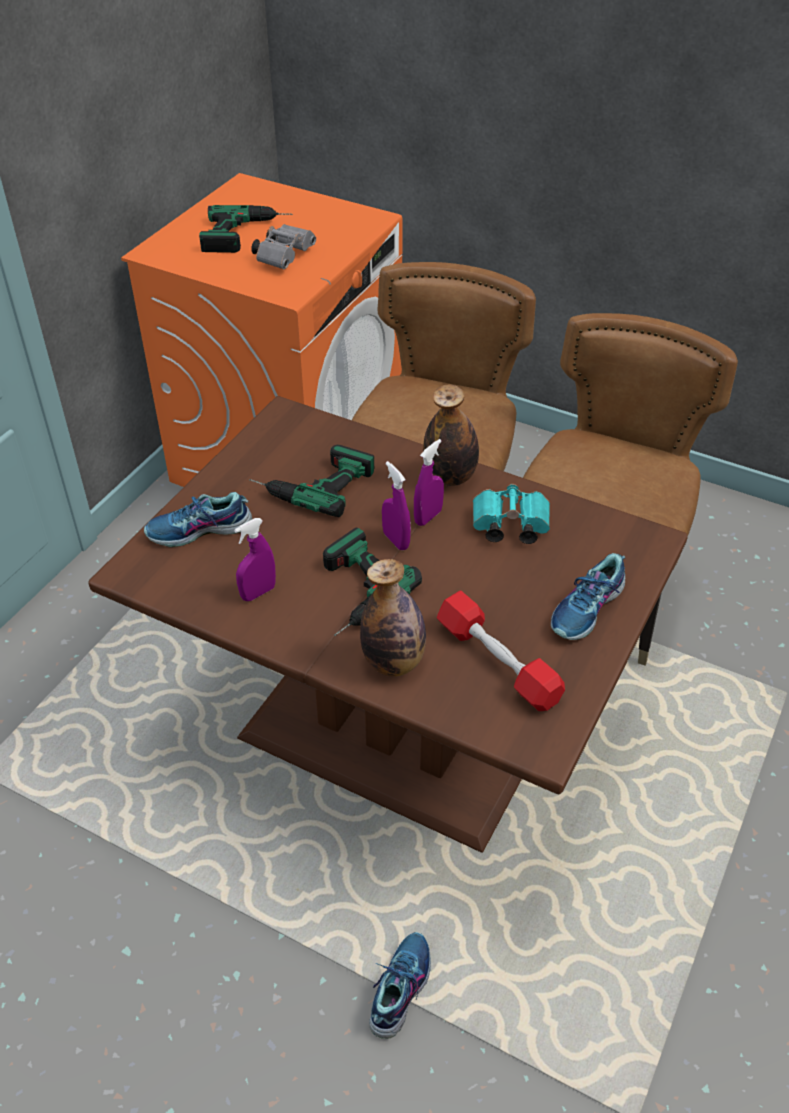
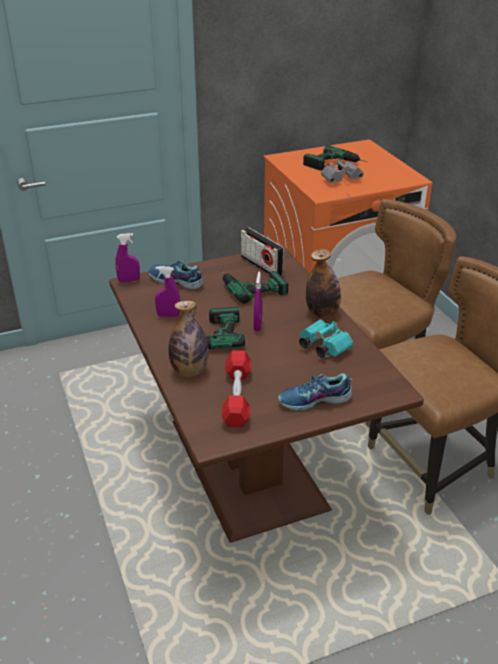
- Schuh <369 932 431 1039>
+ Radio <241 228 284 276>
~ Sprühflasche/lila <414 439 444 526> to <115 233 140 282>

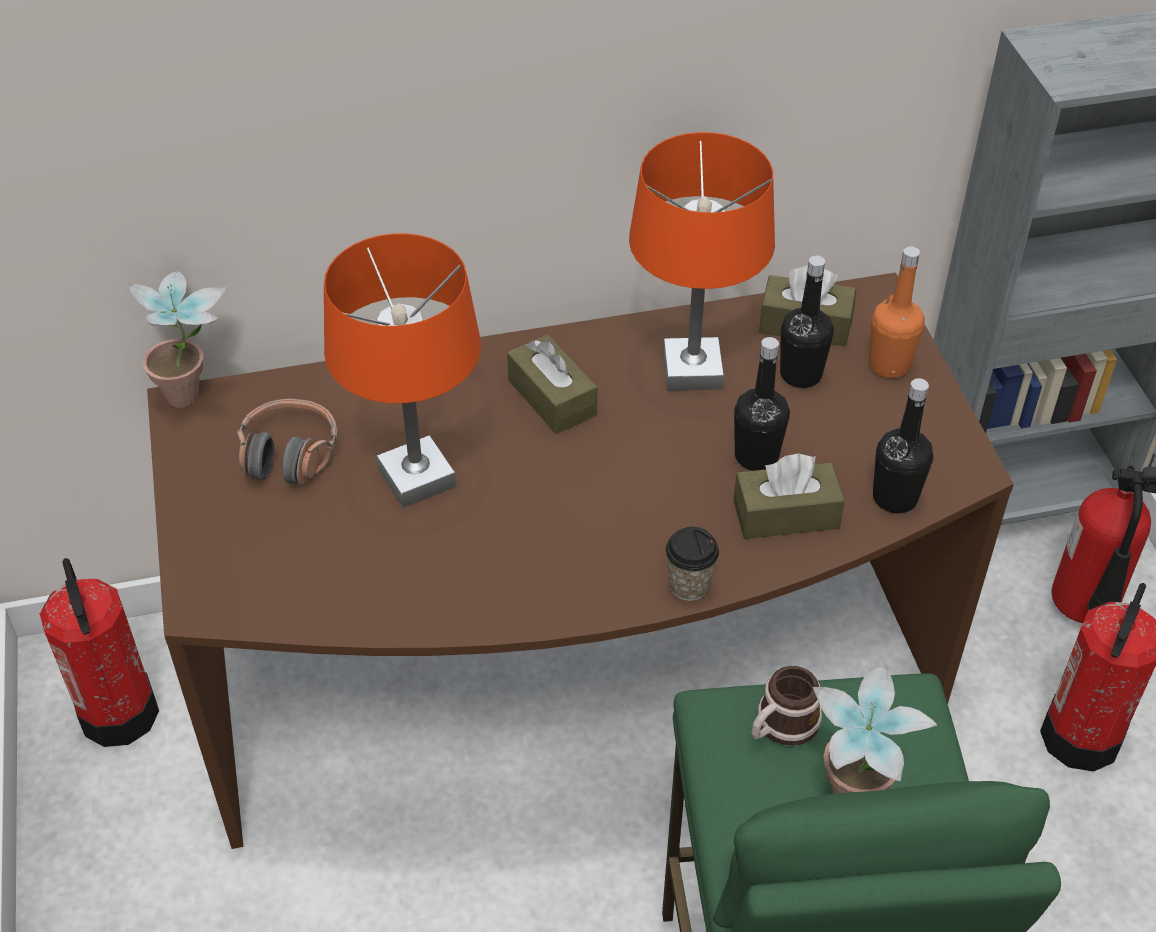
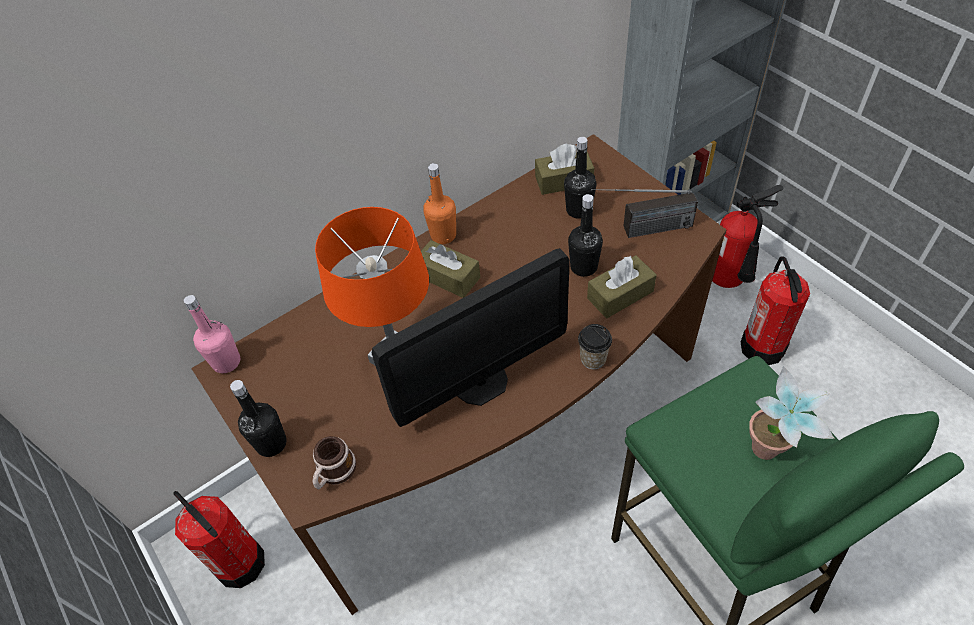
- Kopfhörer <237 399 338 486>
- Tischlampe/orange <629 132 775 391>
+ Monitor <372 248 570 427>
+ Radio <591 189 698 238>
~ Henkelbecher <751 666 822 746> to <313 436 356 489>
~ Flasche/orange <869 246 925 378> to <423 163 456 244>
~ Flasche/schwarz <873 378 933 513> to <230 380 287 457>
~ Topfpflanze <124 271 227 408> to Flasche/rosa <184 295 240 373>

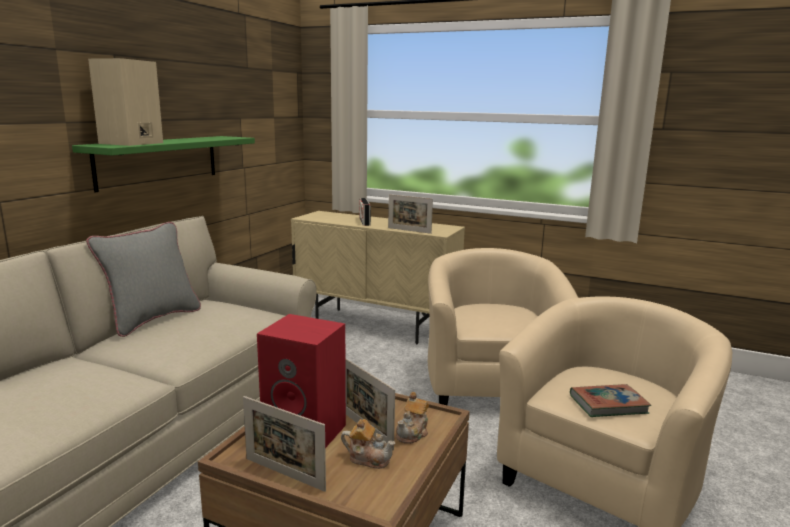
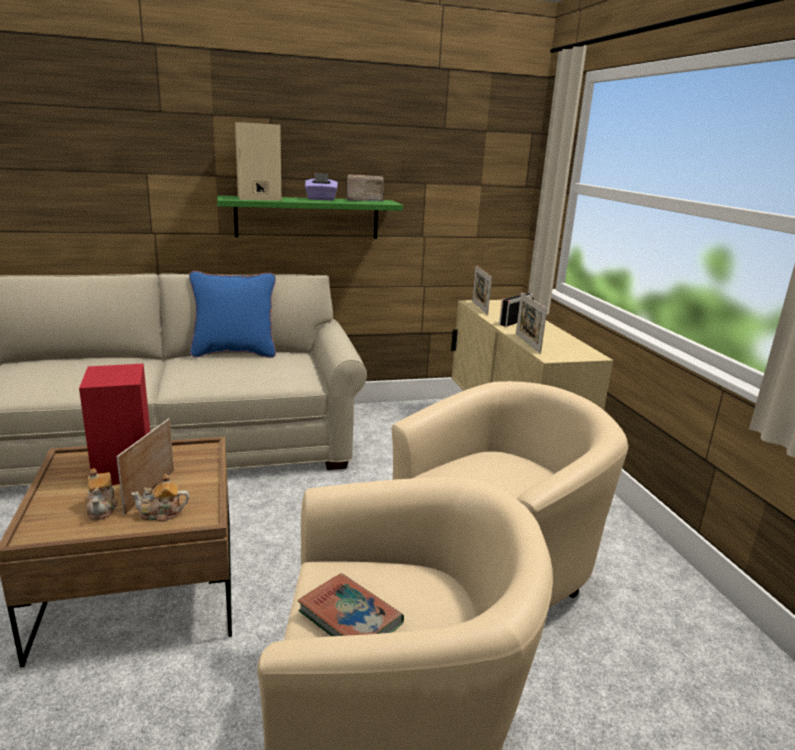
+ Taschentuchbox/lila <305 173 338 200>
+ Radio <346 174 384 201>
~ Bilderrahmen <243 396 326 492> to <472 266 492 315>
~ Kissen/grau <86 222 201 337> to Kissen/blau <189 271 276 358>

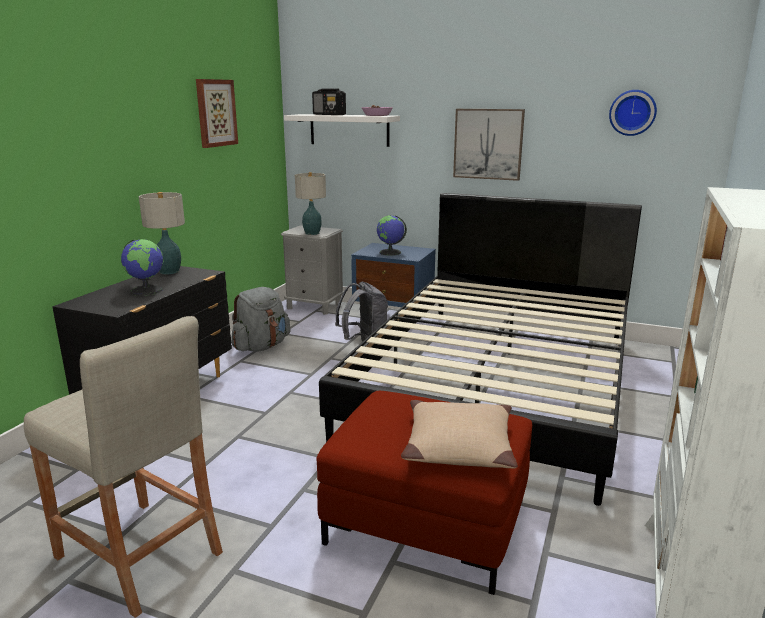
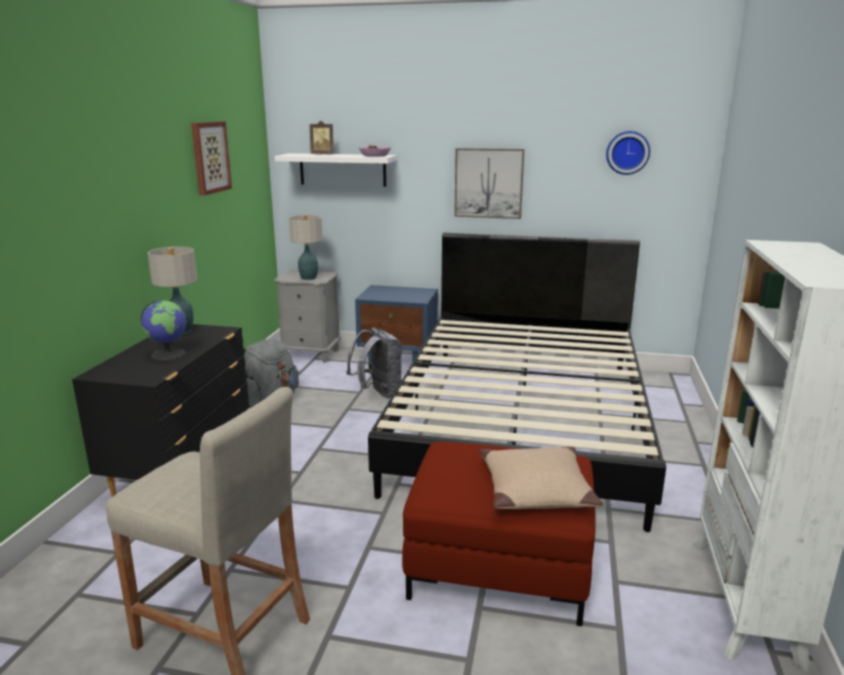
- Globus <377 215 407 256>
~ Radio <312 88 346 115> to Bilderrahmen <310 121 334 154>

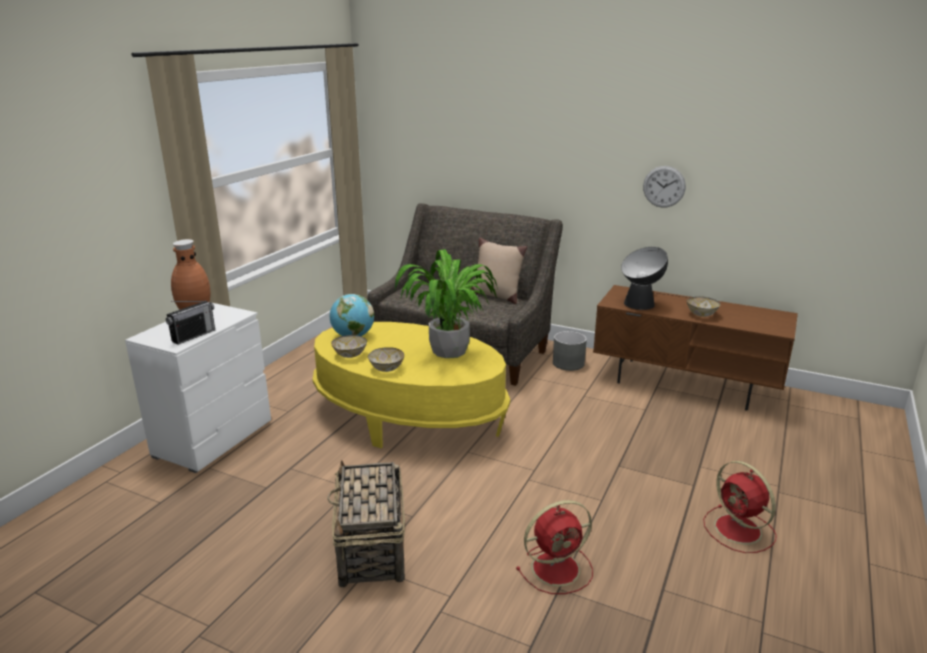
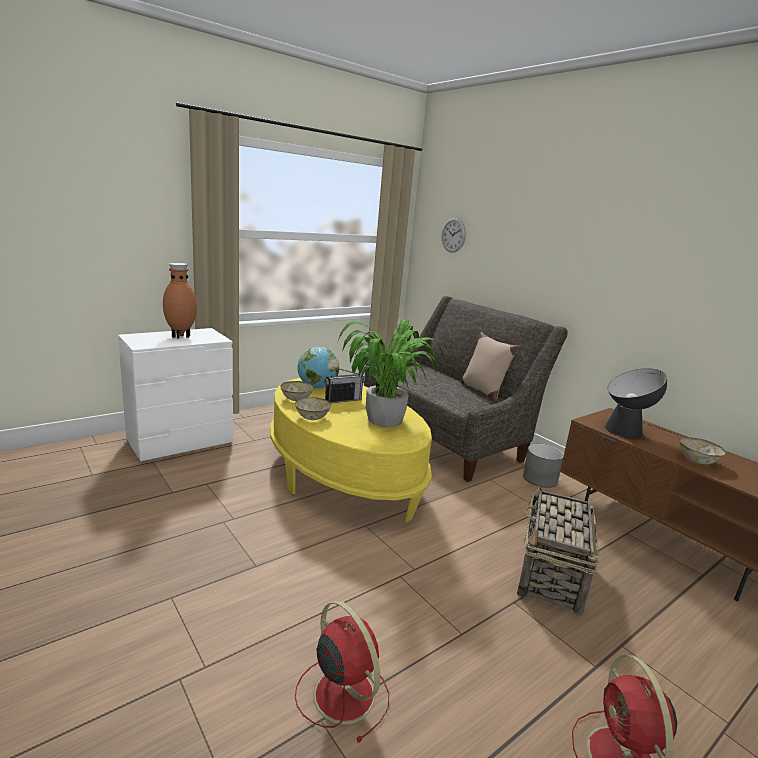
~ Radio <166 301 215 345> to <324 367 365 403>
~ Korb <327 460 405 587> to <517 485 599 615>
~ Wanduhr <643 166 686 208> to <441 218 466 253>
~ Ventilator/rot <516 500 593 594> = <295 600 389 743> 135 degrees counterclockwise

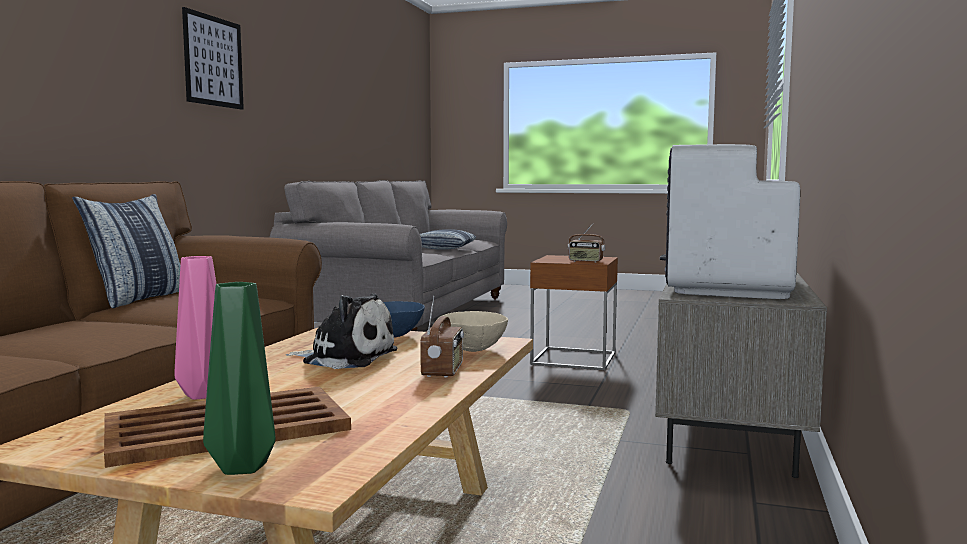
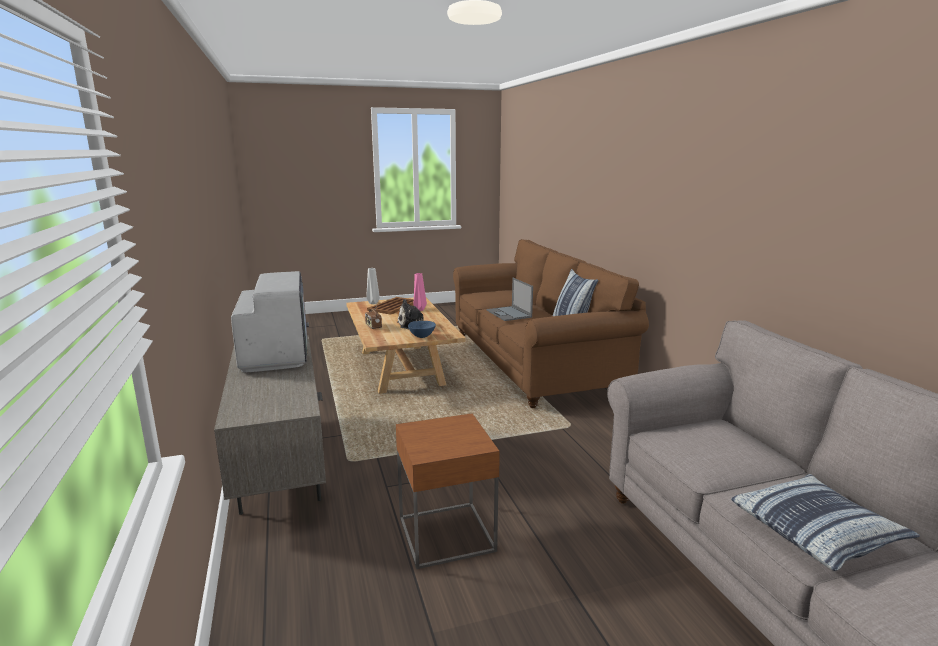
- Bild <182 7 244 110>
- Schüssel/beige <438 311 508 352>
- Radio <568 223 605 262>
+ Laptop <486 278 533 321>
~ Vase/grün <203 282 276 475> to Vase/grau <366 268 380 304>

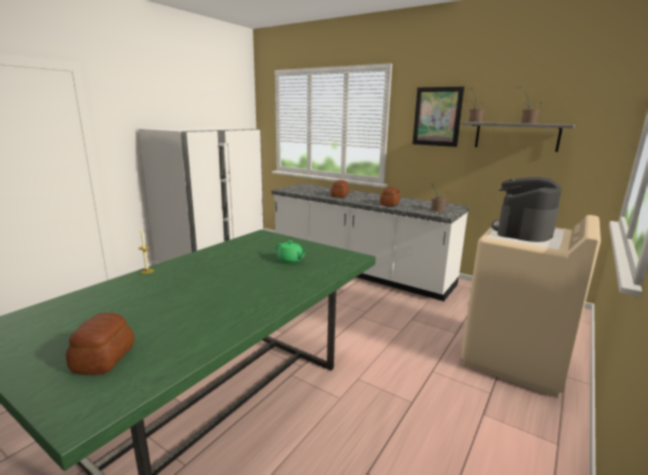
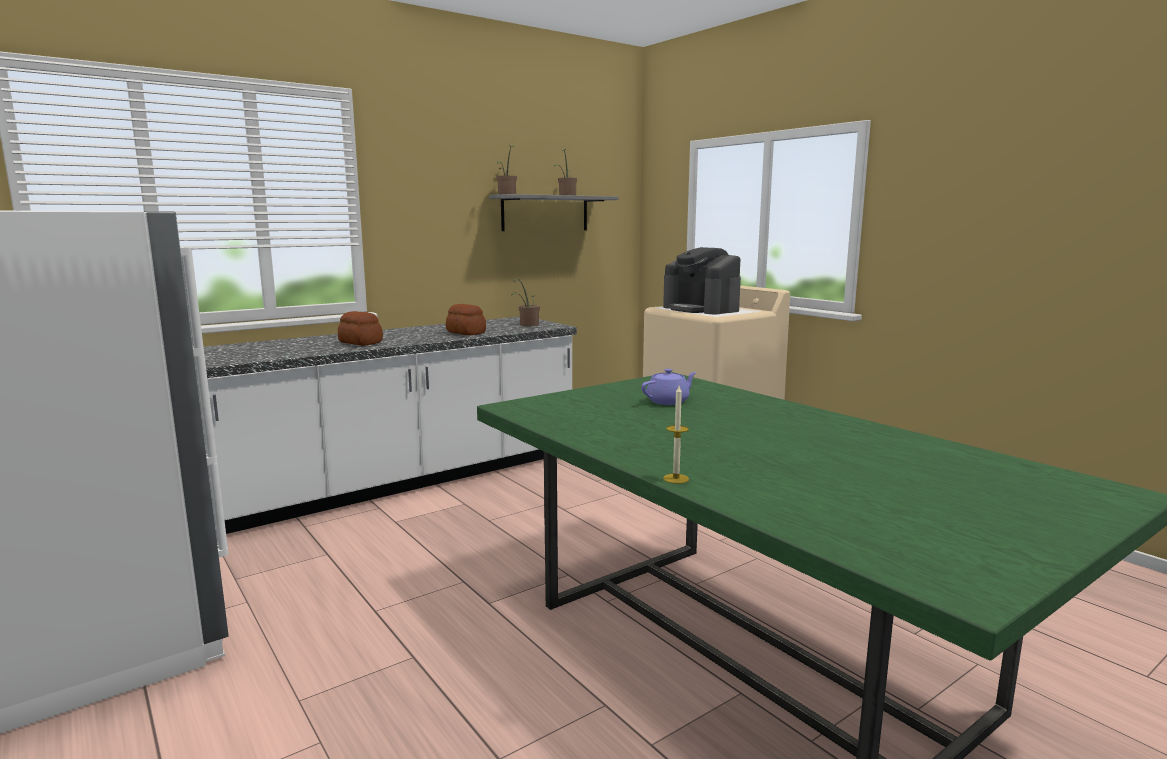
- Brot <66 313 134 375>
- Bild <413 87 464 147>
~ Teekanne/grün <276 240 307 263> to Teekanne/lila <641 369 697 405>

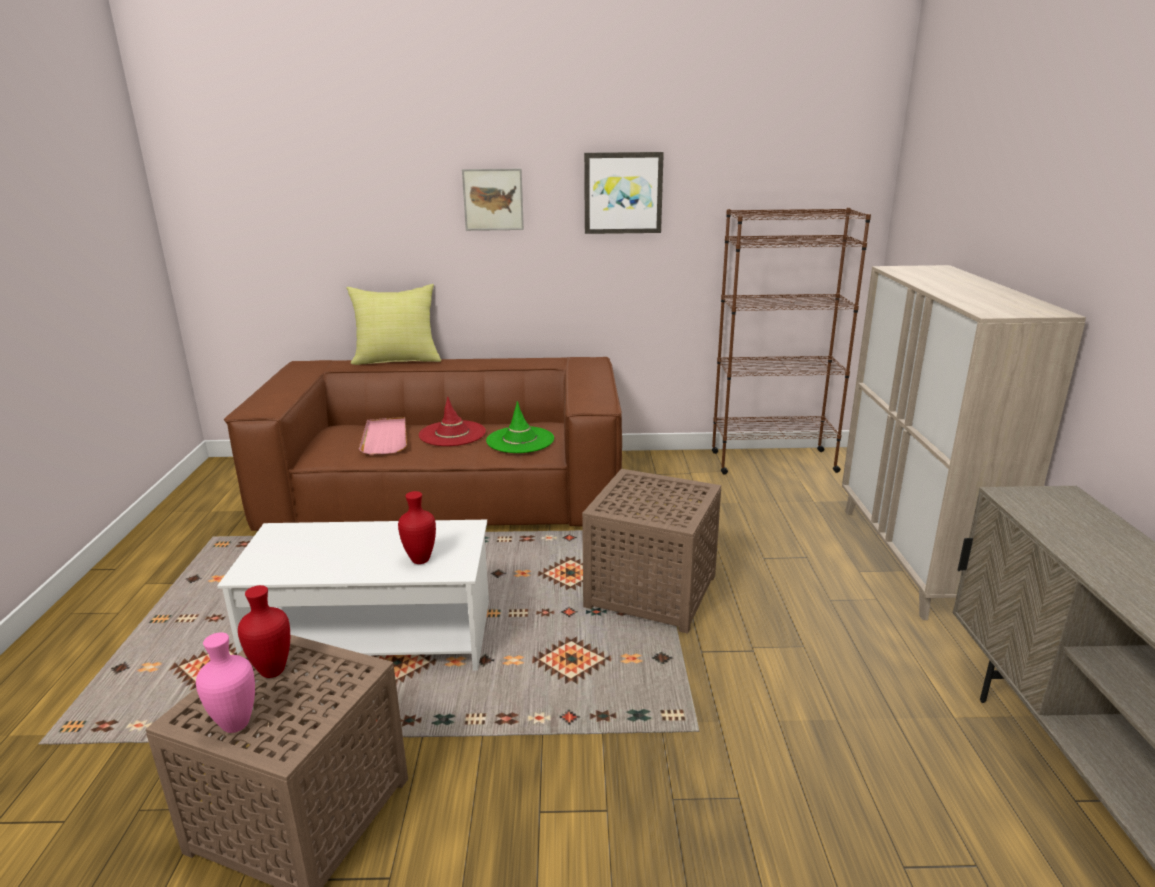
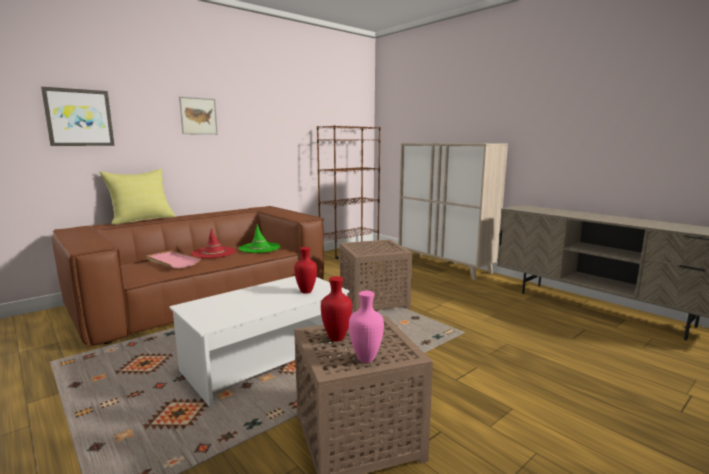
~ Bild <584 152 664 234> to <41 87 115 146>

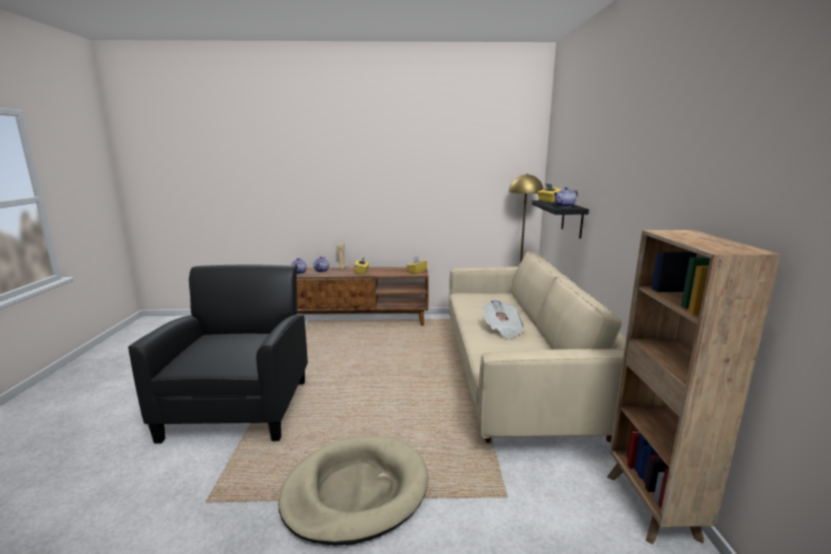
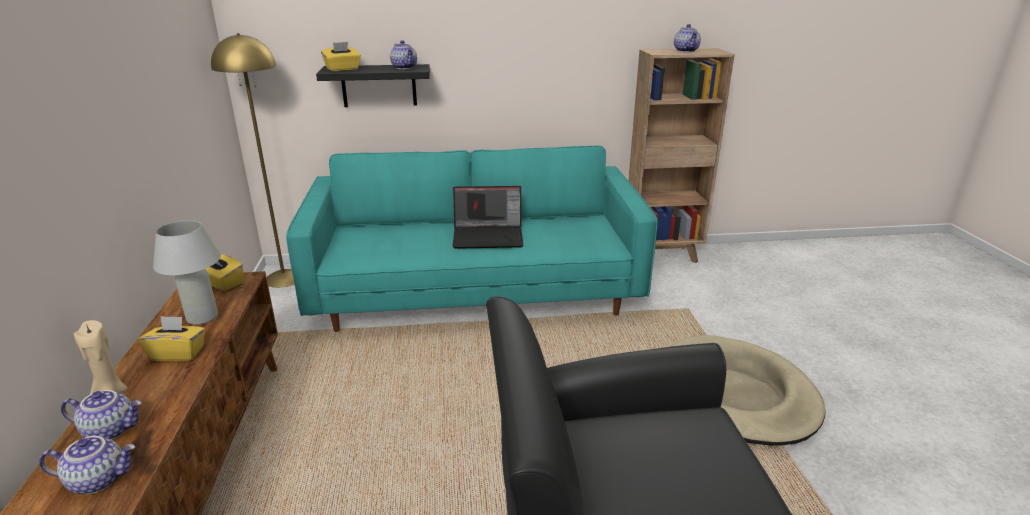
+ Tischlampe/weiß <153 220 221 325>
+ Teekanne <674 24 701 52>
~ Zeitung <483 300 525 339> to Laptop <452 186 523 249>
~ Sofa/beige <449 251 626 443> to Sofa/türkis <286 146 658 332>

